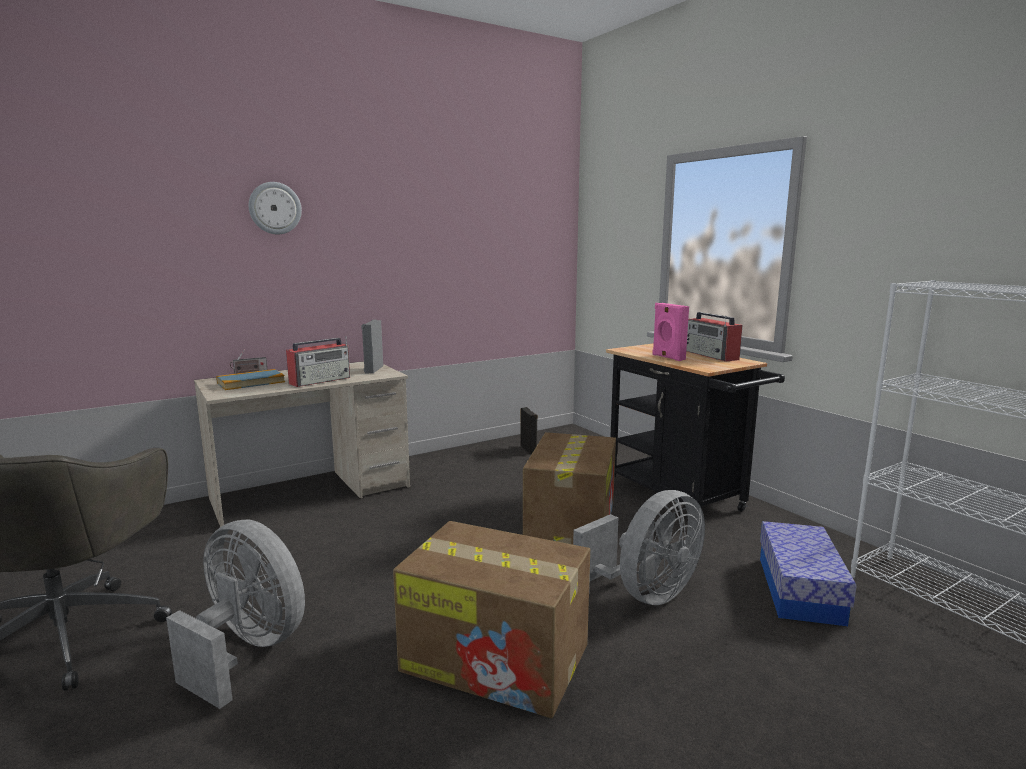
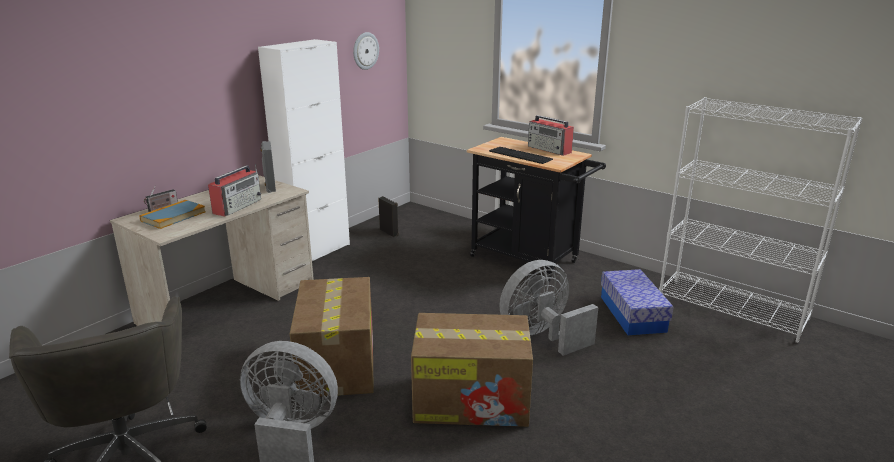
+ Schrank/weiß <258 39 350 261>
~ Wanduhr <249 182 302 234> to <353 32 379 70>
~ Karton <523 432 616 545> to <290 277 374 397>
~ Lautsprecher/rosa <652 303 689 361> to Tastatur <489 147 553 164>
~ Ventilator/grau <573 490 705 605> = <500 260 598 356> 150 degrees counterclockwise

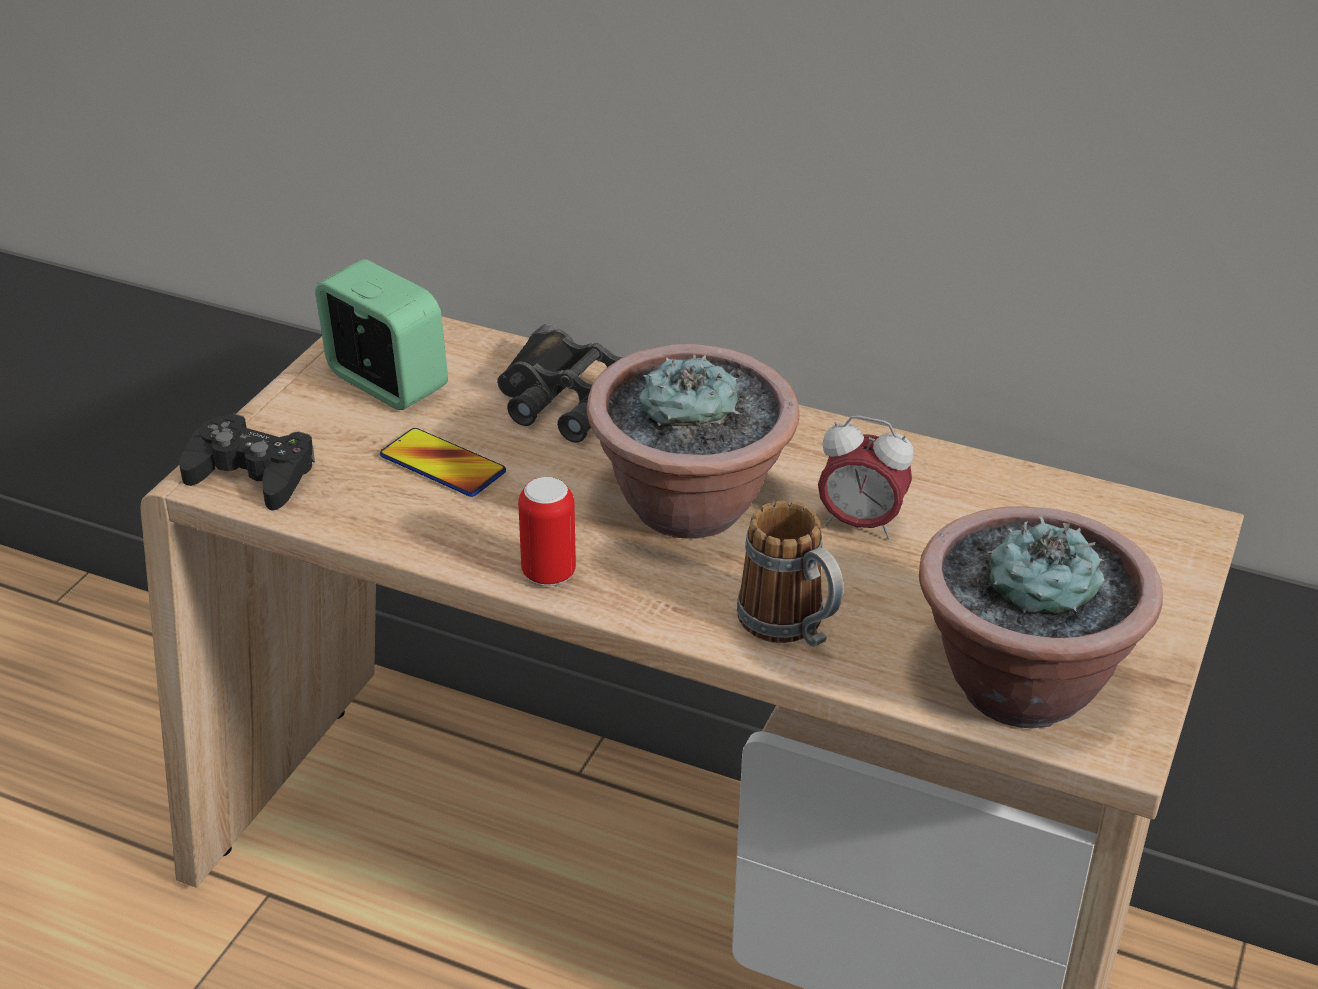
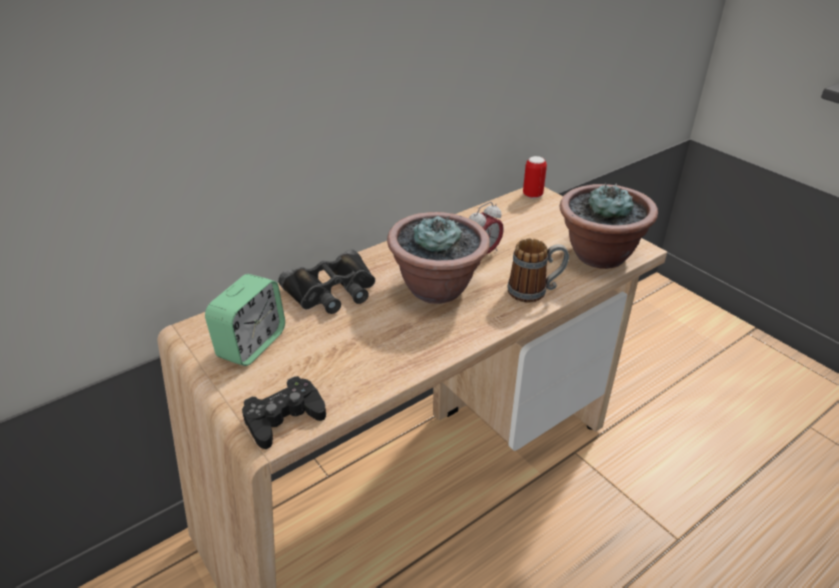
- Handy <380 428 506 497>
~ Dose <518 477 576 586> to <523 156 547 199>
~ Wecker <315 259 448 410> = <205 274 285 366> 135 degrees clockwise

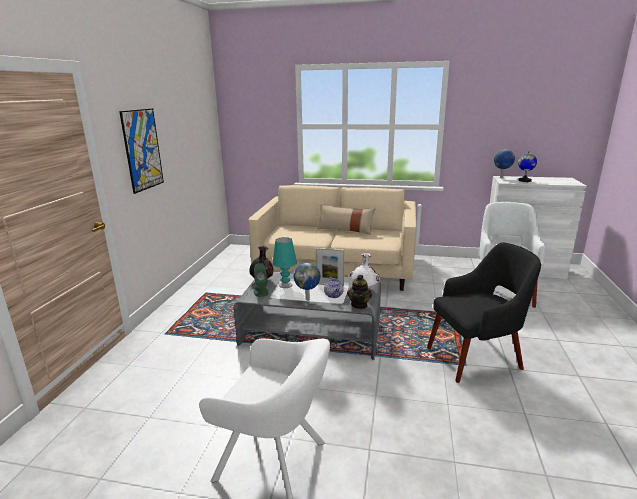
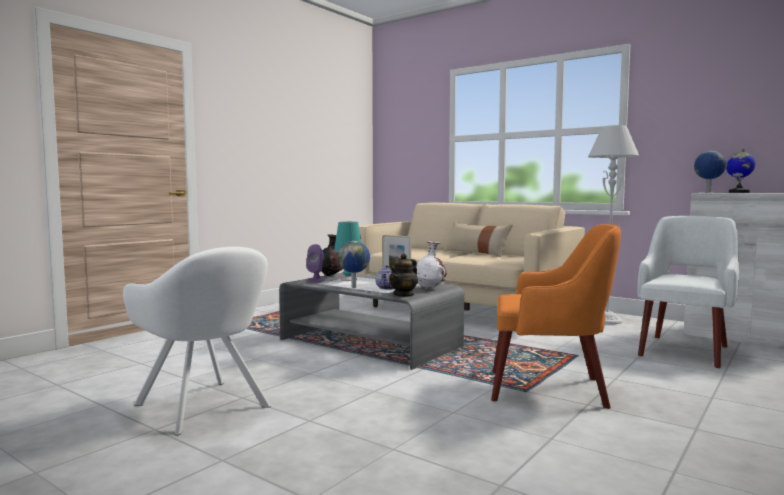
- Bild <119 108 164 194>
+ Stehlampe/grau <588 125 639 324>
~ Lautsprecher/grün <254 263 269 297> to Lautsprecher/lila <306 244 325 282>
~ Sessel/schwarz <427 242 541 383> to Sessel/orange <491 224 621 409>

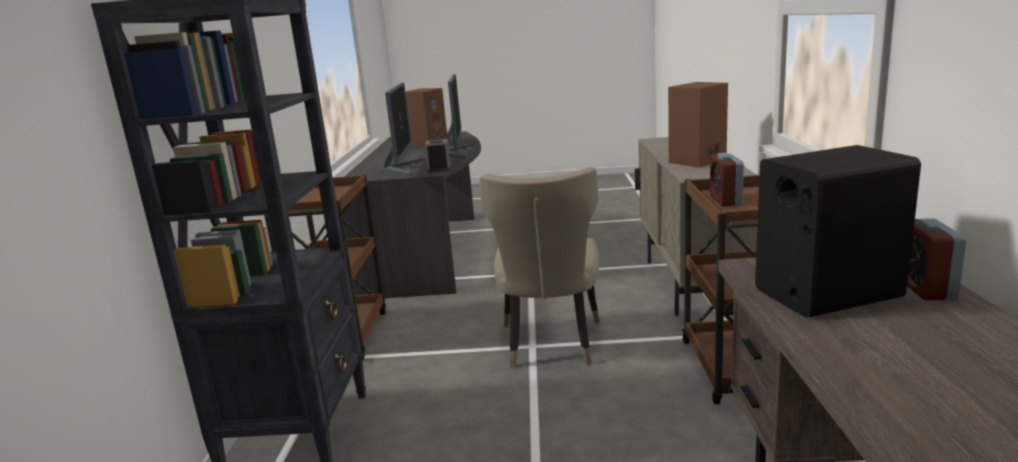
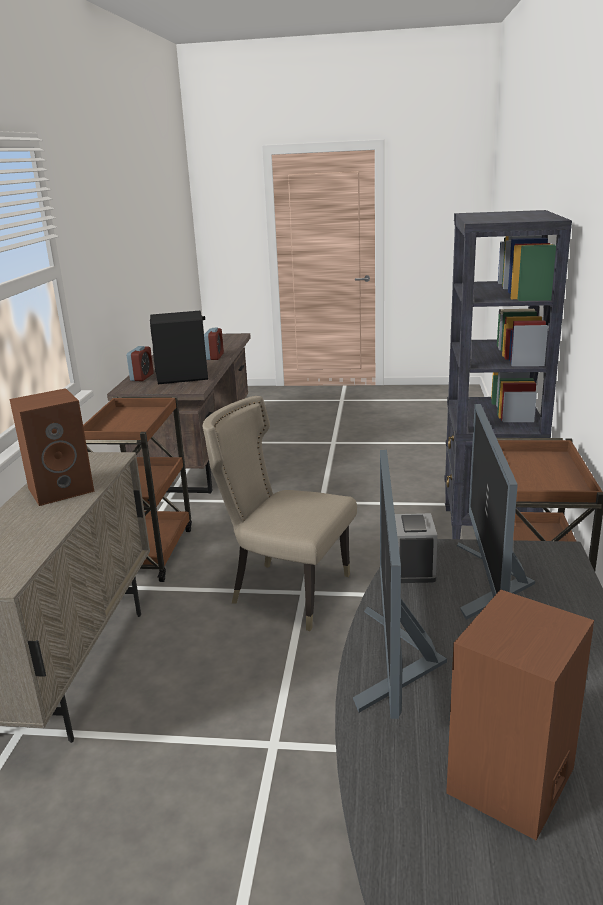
~ Wecker <710 153 744 207> to <204 328 224 360>
~ Stuhl/beige <480 167 600 368> = <203 396 357 631> 75 degrees counterclockwise

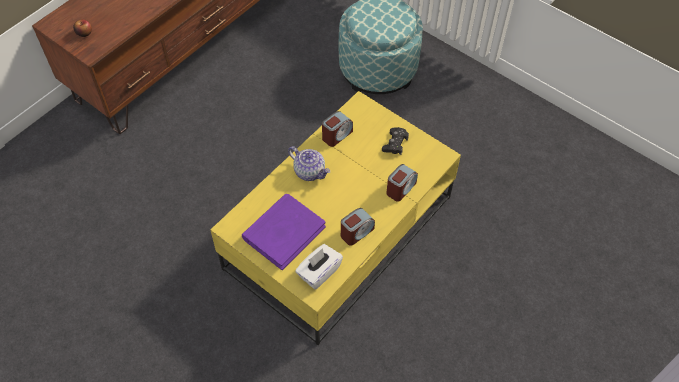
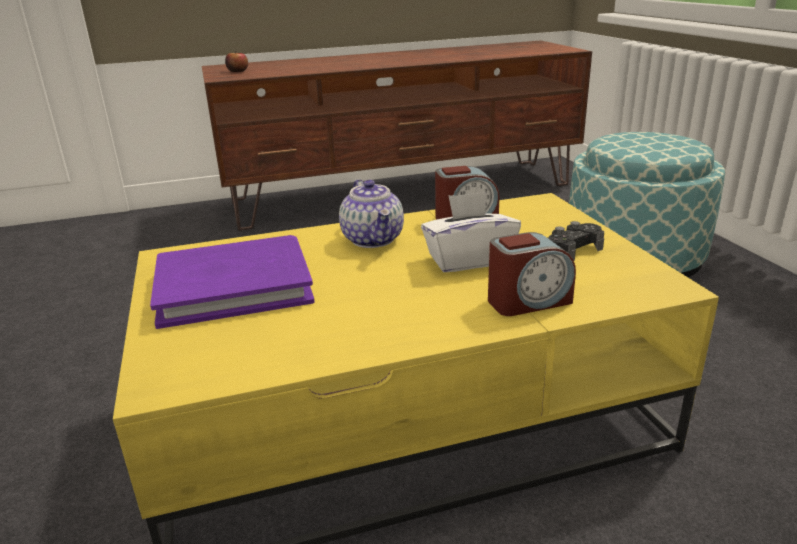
- Wecker <341 208 375 246>
~ Taschentuchbox/weiß <295 244 343 290> to <421 192 521 272>

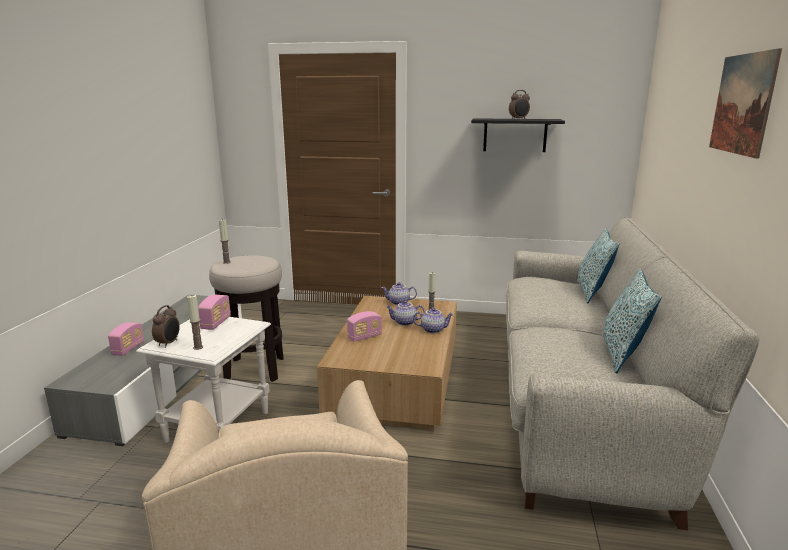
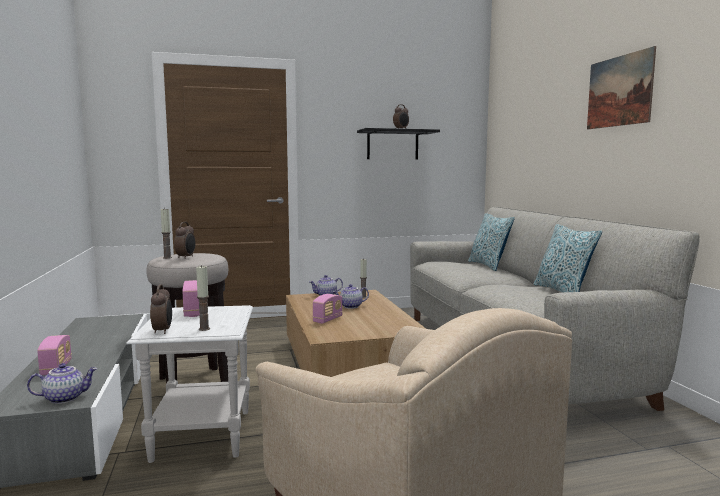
+ Wecker <174 222 196 259>
~ Teekanne <413 308 454 333> to <27 363 98 404>

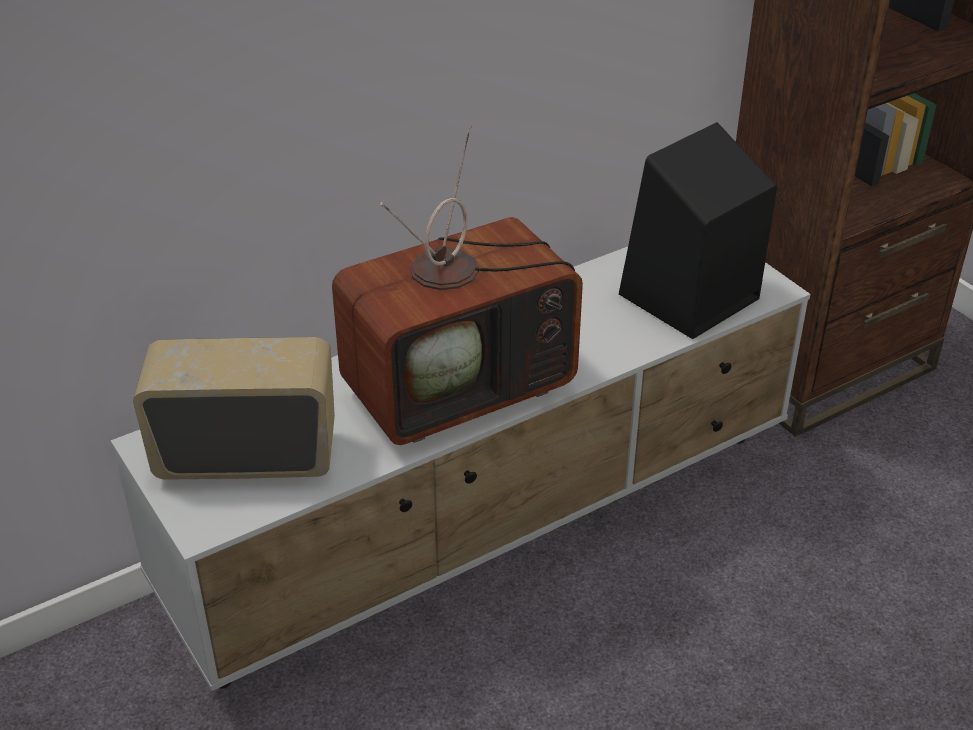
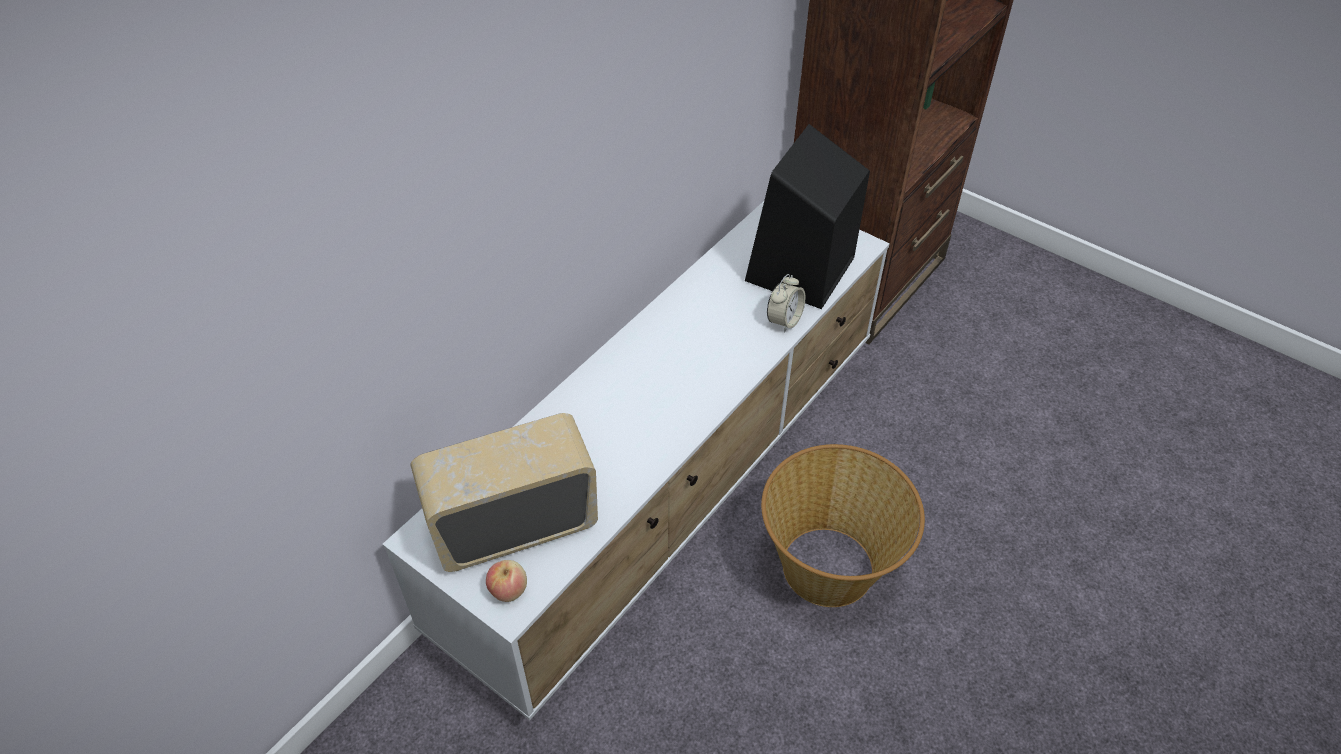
- Fernseher <332 124 583 445>
+ Apfel <486 560 527 602>
+ Korb <761 444 925 607>
+ Wecker <767 274 805 333>

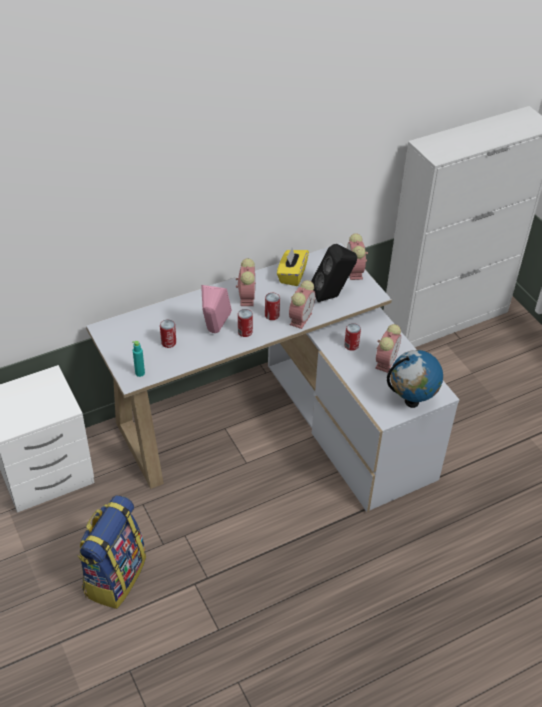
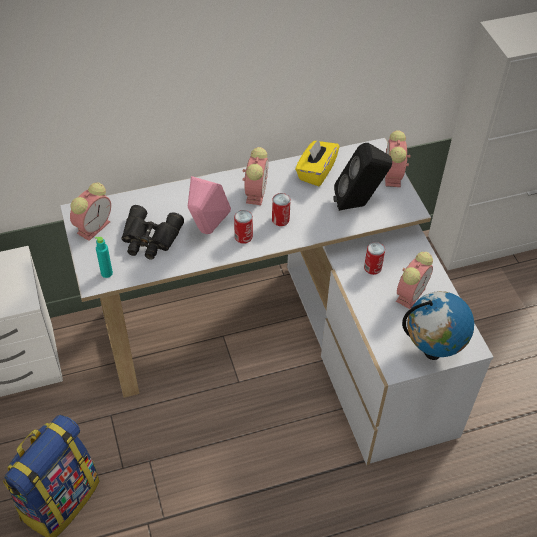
~ Wecker <289 280 315 329> to <70 182 111 241>
~ Dose <160 319 176 348> to Fernglas/schwarz <122 205 184 260>

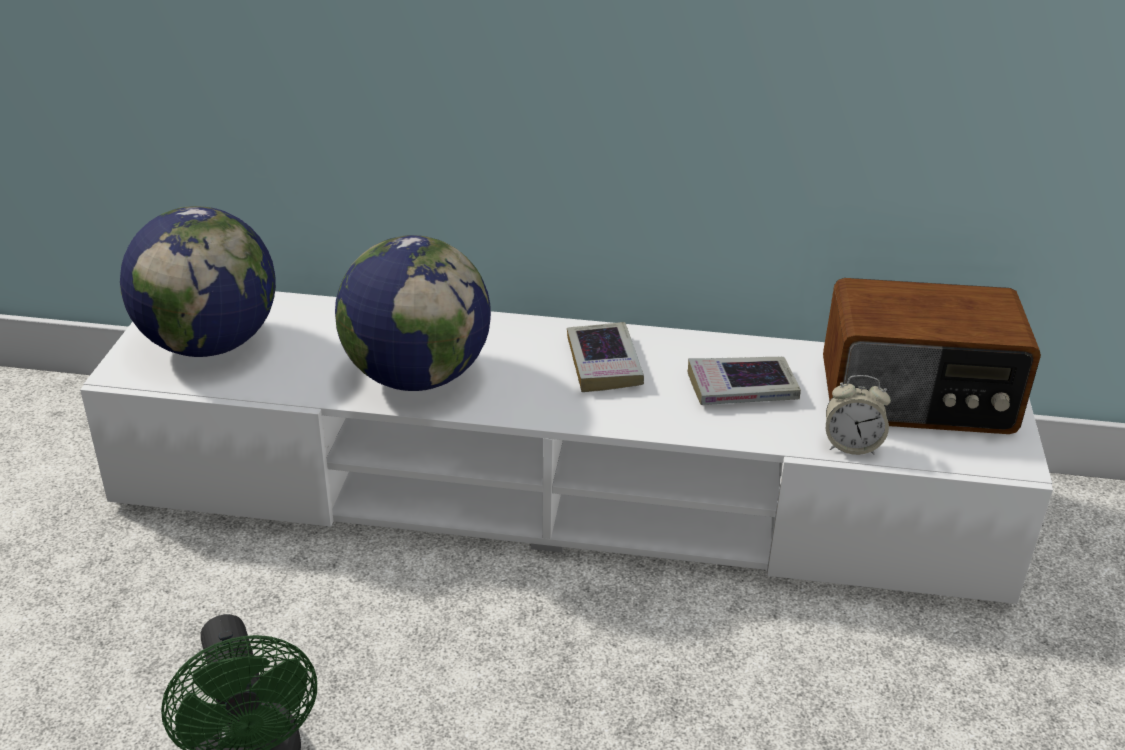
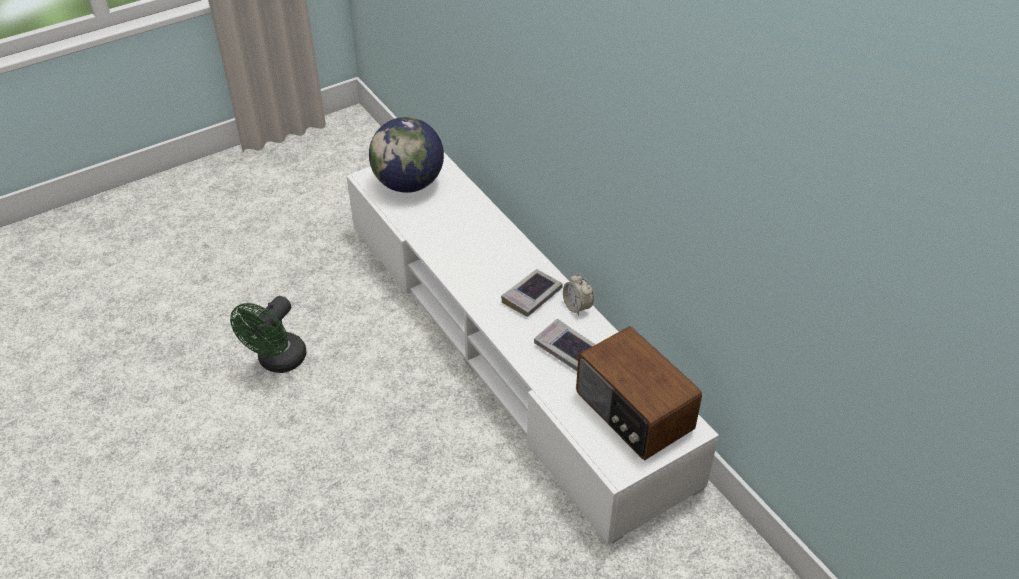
- Globus <335 235 491 391>
~ Wecker <826 375 891 455> to <563 273 594 316>

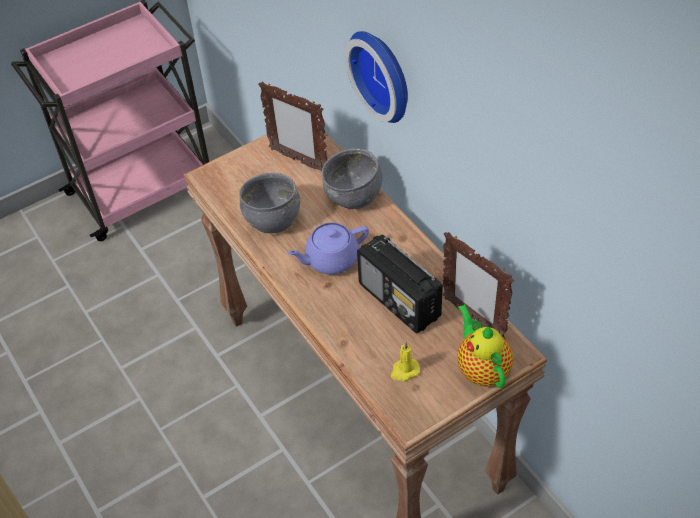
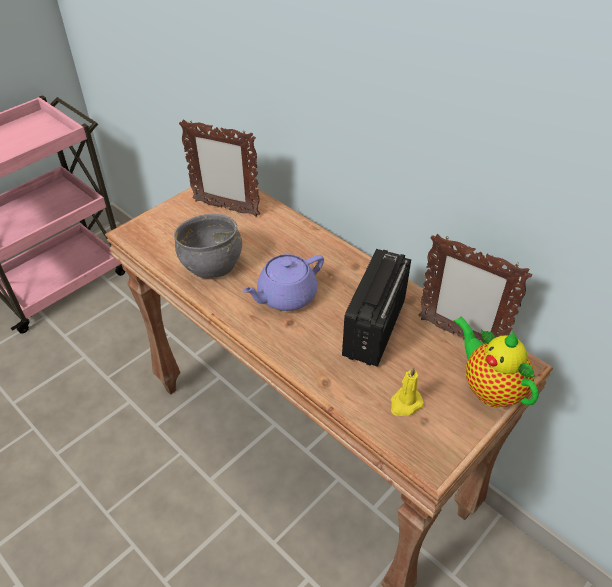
- Schüssel/grau <322 148 382 209>
- Wanduhr <345 31 408 123>
~ Radio <357 234 443 334> = <342 249 411 367> 75 degrees clockwise

